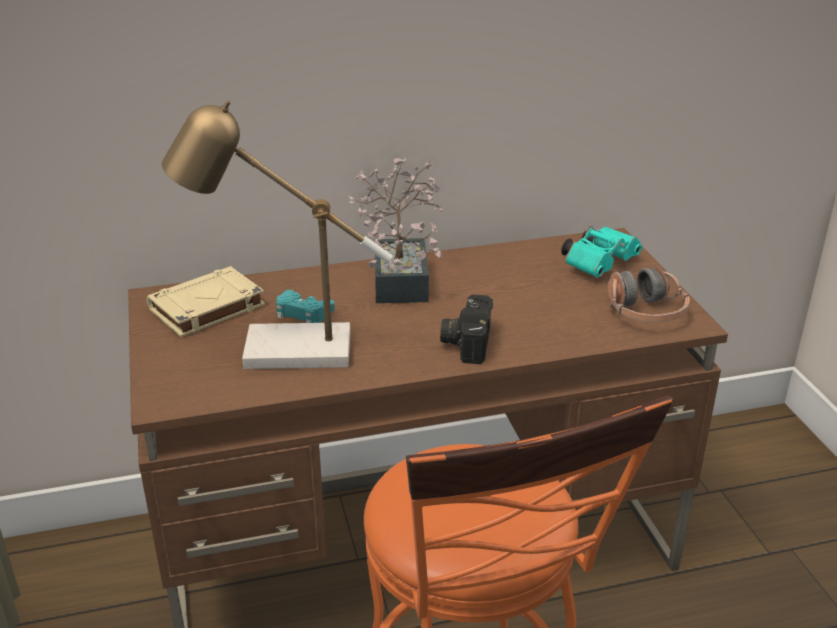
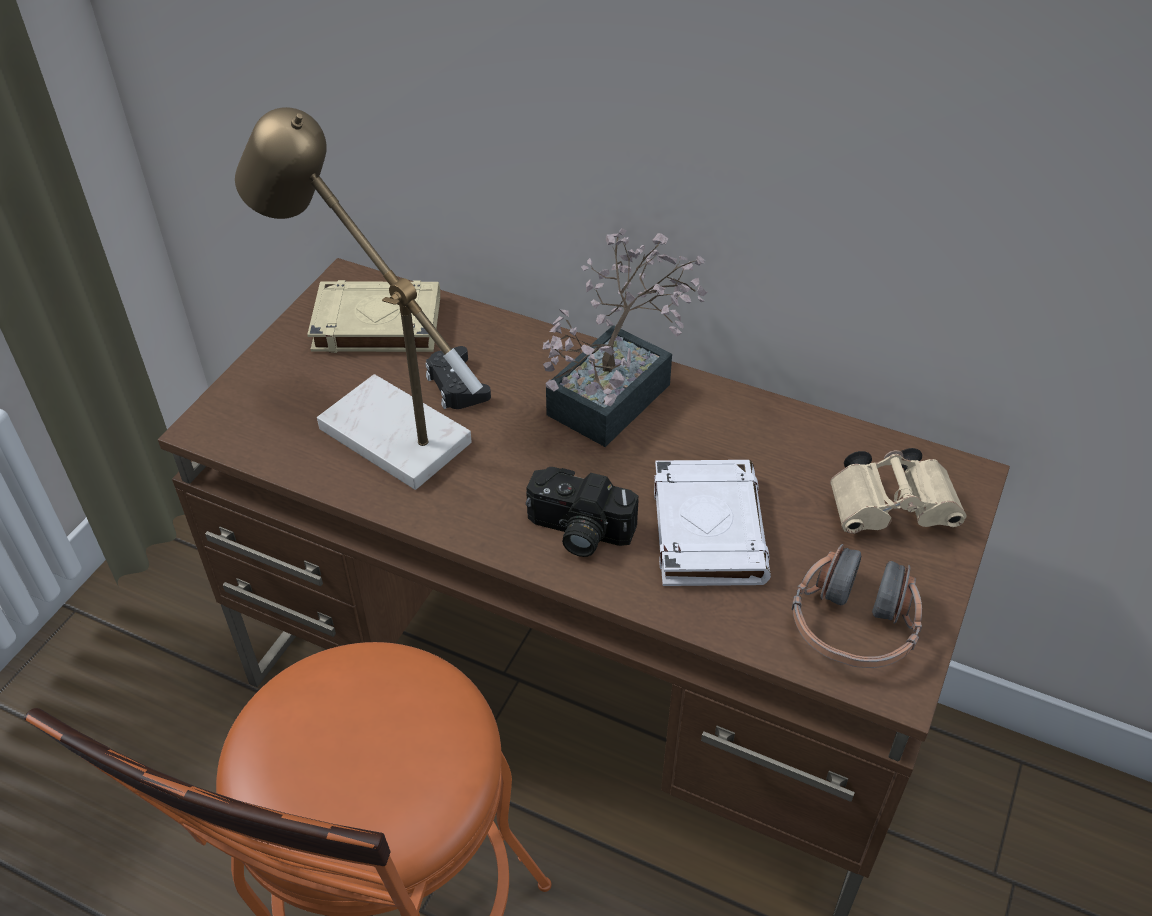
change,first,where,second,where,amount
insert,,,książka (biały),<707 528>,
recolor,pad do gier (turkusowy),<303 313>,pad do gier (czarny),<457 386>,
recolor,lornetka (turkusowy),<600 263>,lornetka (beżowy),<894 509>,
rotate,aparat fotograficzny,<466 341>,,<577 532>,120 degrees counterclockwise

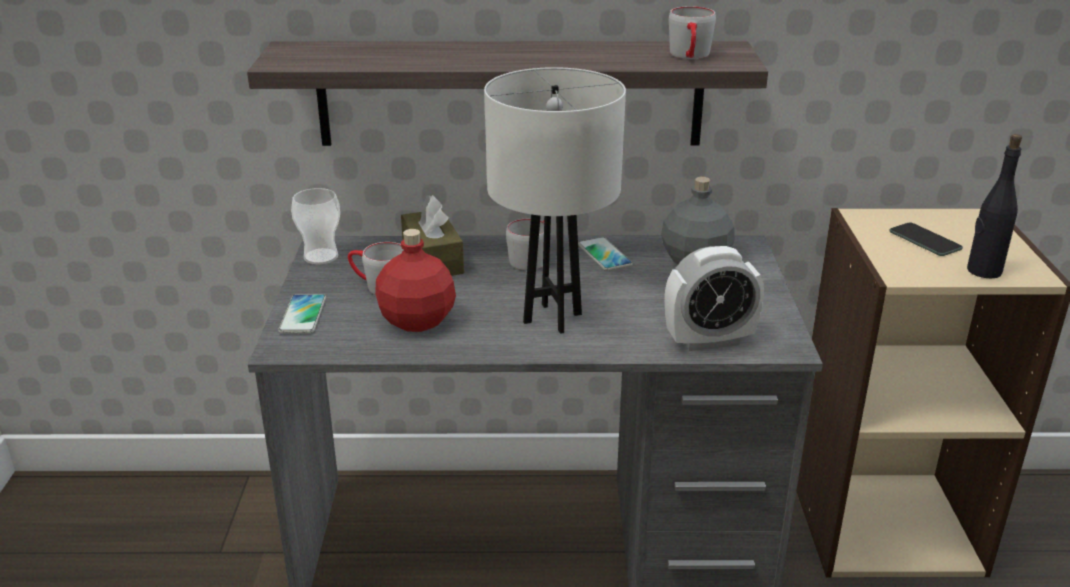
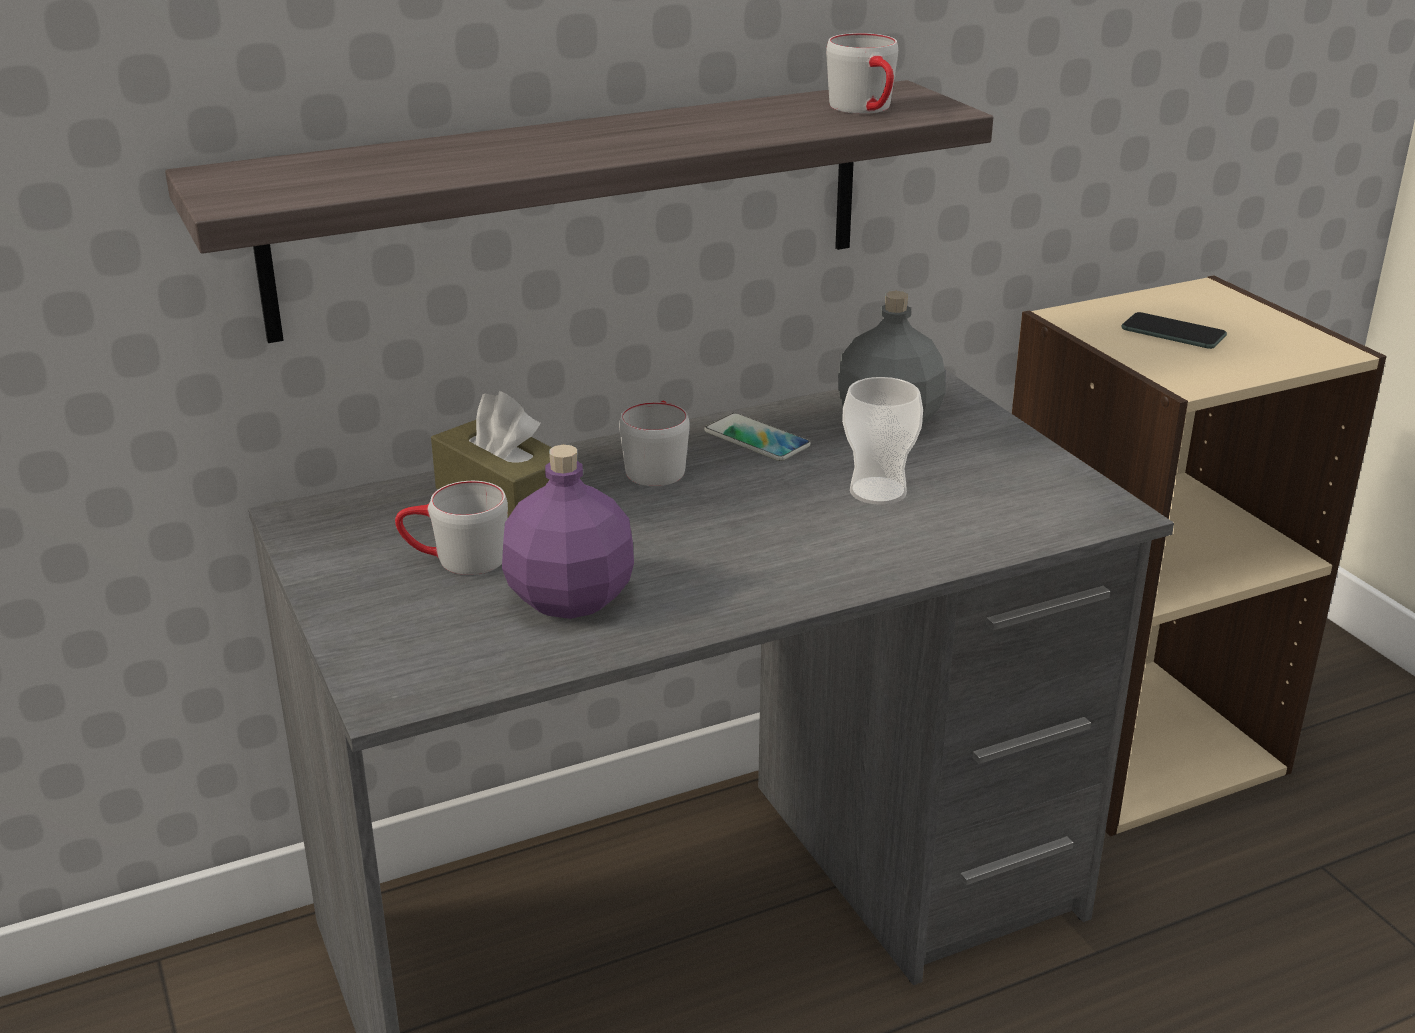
change,first,where,second,where,amount
delete,telefon,<303 315>,,,
delete,lampa stołowa (biały),<553 318>,,,
delete,budzik,<709 341>,,,
delete,butelka (czarny),<983 271>,,,
move,filiżanka,<321 257>,,<878 491>,
recolor,butelka (czerwony),<417 321>,butelka (fioletowy),<571 599>,

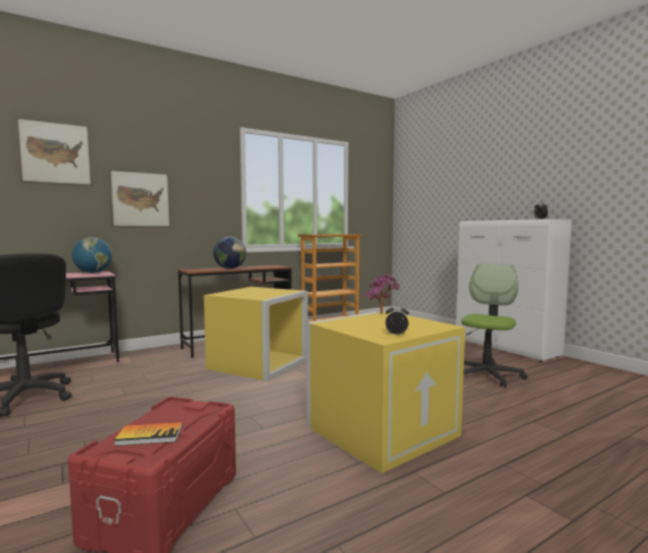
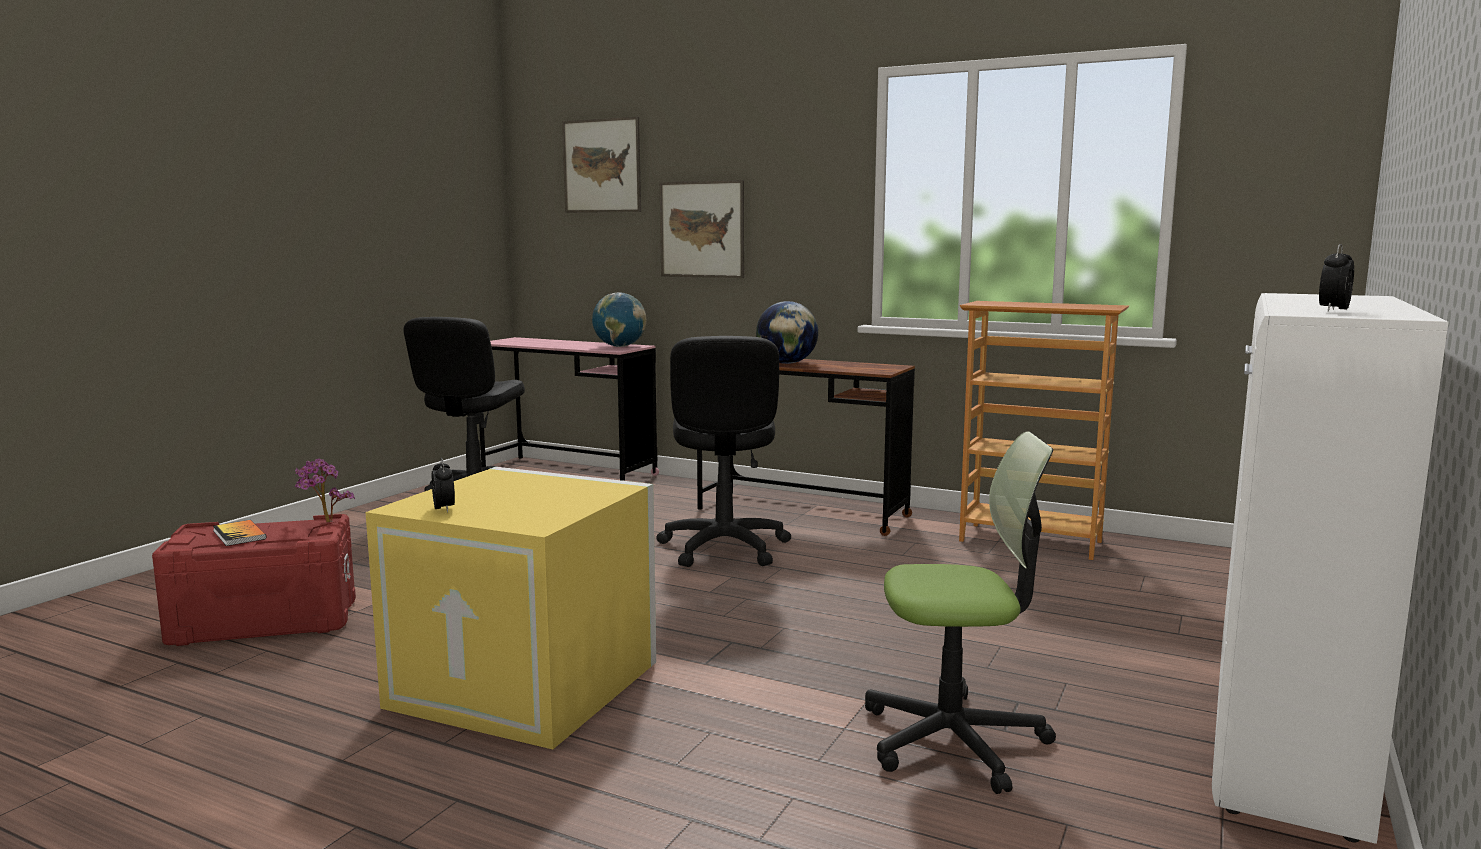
change,first,where,second,where,amount
move,roślina doniczkowa,<383 314>,,<324 523>,
replace,pojemnik do przechowywania (żółty),<258 364>,krzesło biurowe (czarny),<723 548>,

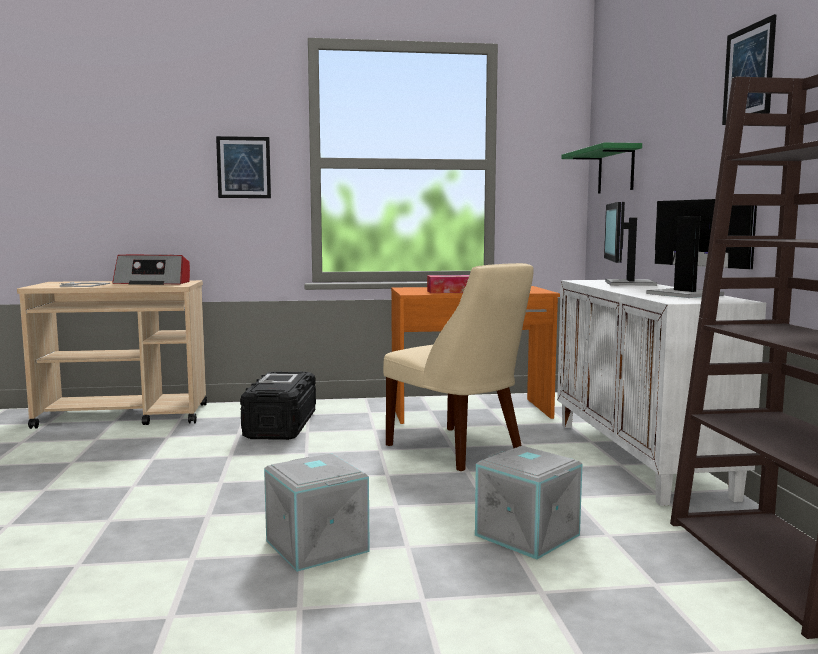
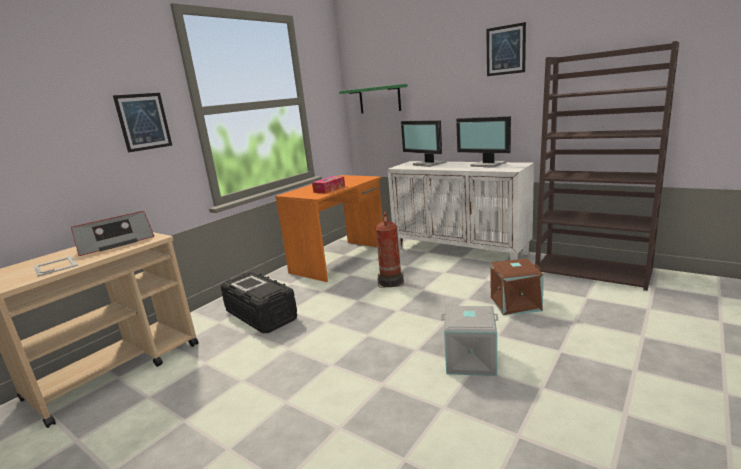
change,first,where,second,where,amount
replace,krzesło (beżowy),<458 450>,gaśnica,<391 282>,
recolor,pojemnik do przechowywania (szary),<529 535>,pojemnik do przechowywania (brązowy),<515 303>,
rotate,monitor,<685 294>,,<488 165>,150 degrees counterclockwise

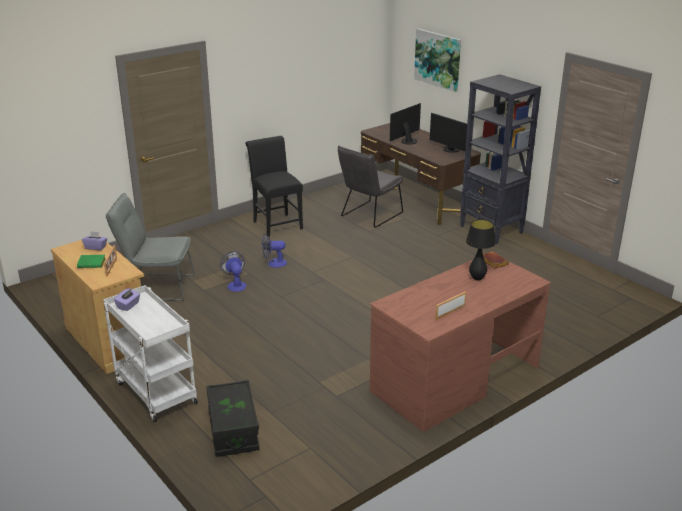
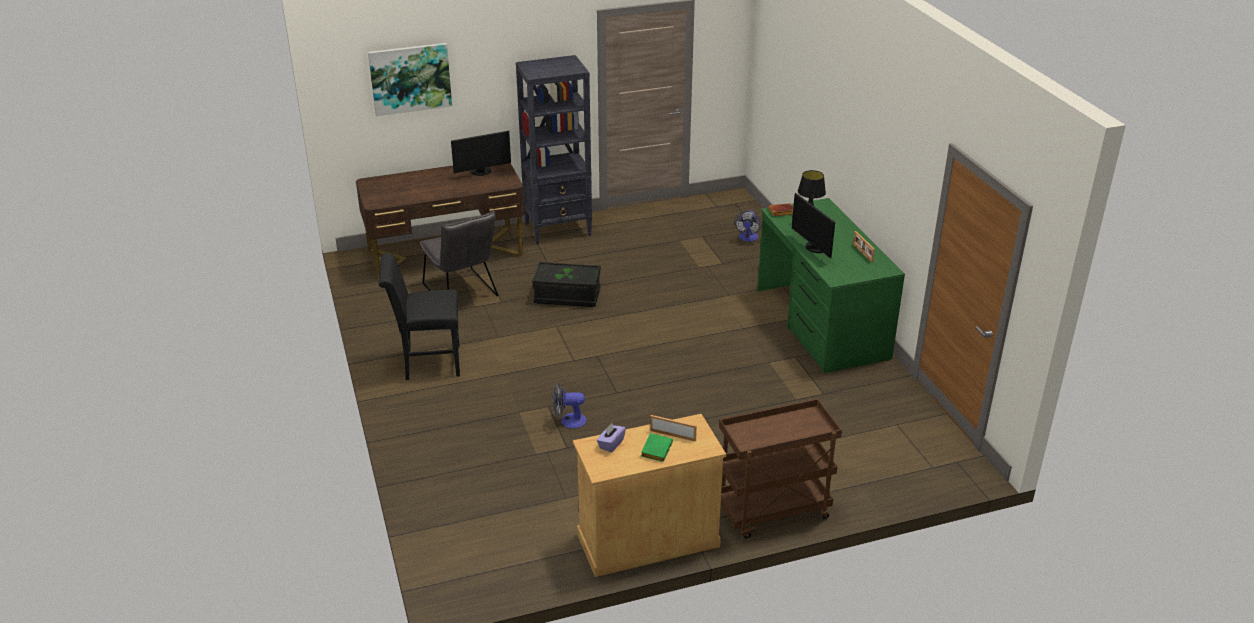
change,first,where,second,where,amount
delete,krzesło (szary),<156 286>,,,
delete,pudełko chusteczek (fioletowy),<128 305>,,,
move,pojemnik do przechowywania (czarny),<233 430>,,<567 296>,
move,wentylator,<273 263>,,<748 238>,
move,monitor,<407 141>,,<815 248>,
recolor,wózek (biały),<154 392>,wózek (brązowy),<772 512>,
recolor,biurko (brązowy),<454 379>,biurko (zielony),<821 323>,

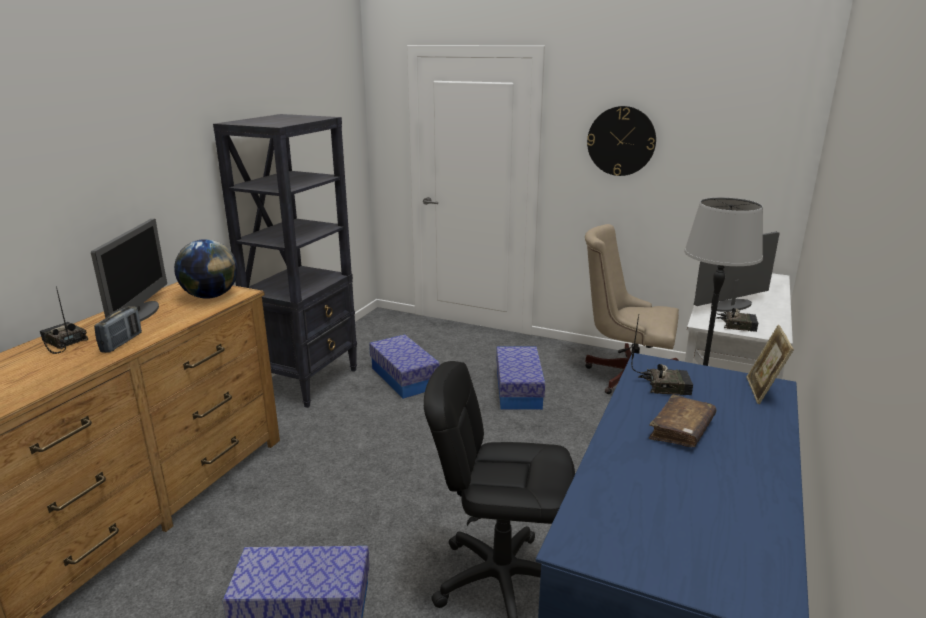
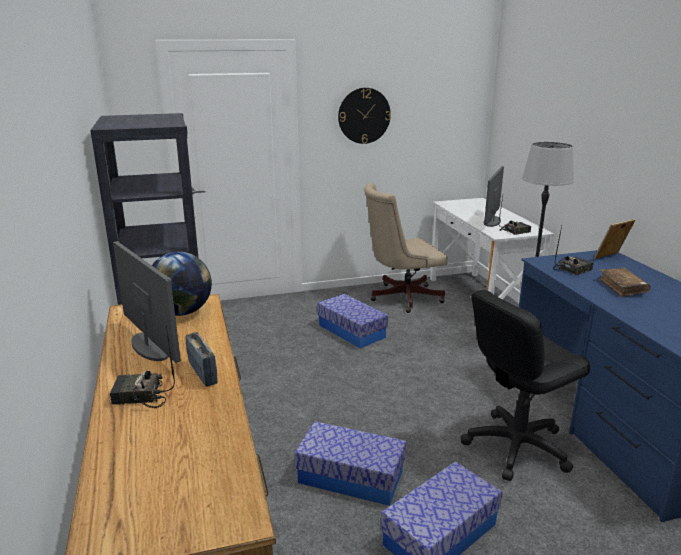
change,first,where,second,where,amount
move,pojemnik do przechowywania,<404 378>,,<350 477>,
rotate,ramka na zdjęcie,<763 391>,,<610 257>,90 degrees clockwise

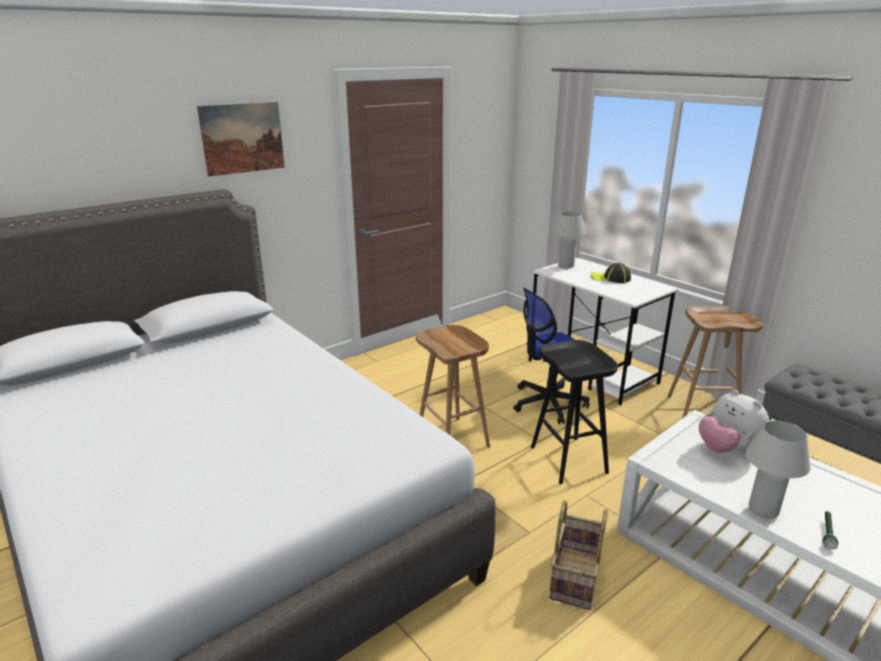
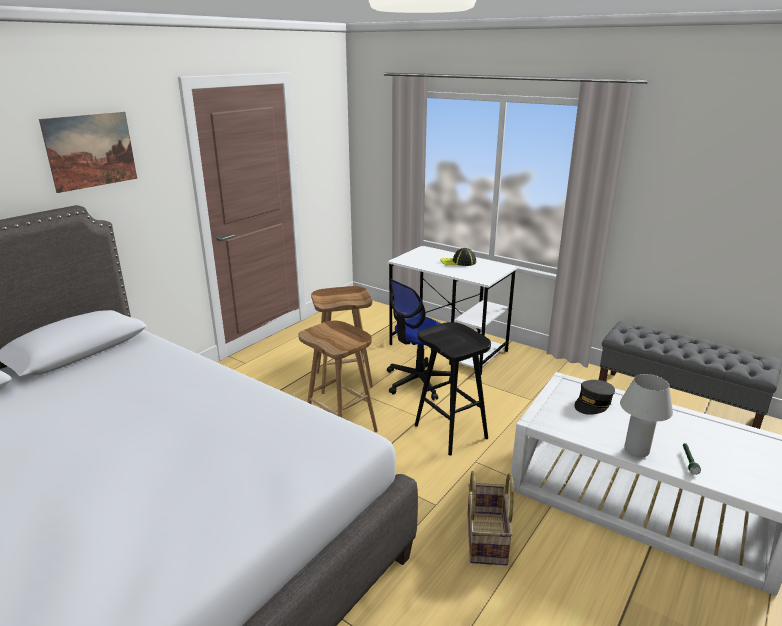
change,first,where,second,where,amount
delete,lampa stołowa (biały),<566 266>,,,
move,stołek (brązowy),<703 408>,,<344 379>,
replace,pluszak,<727 450>,czapka z daszkiem (szary),<593 403>,

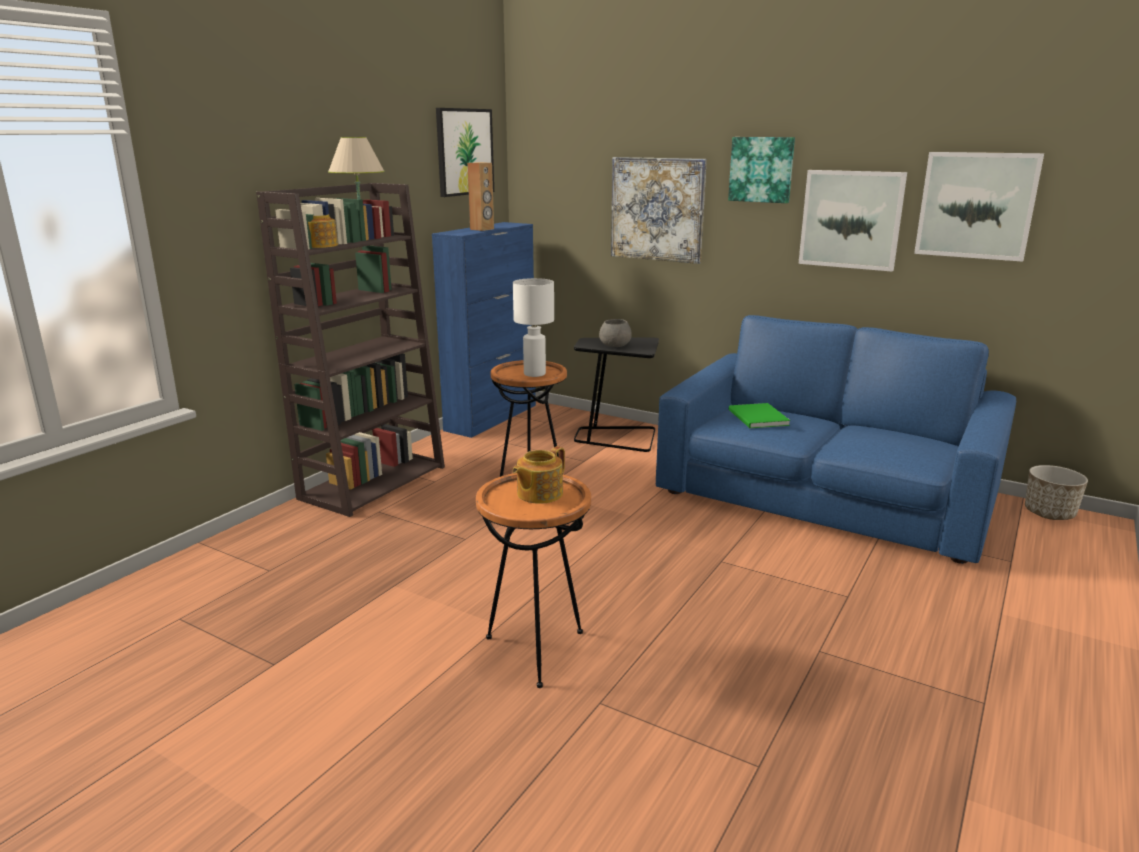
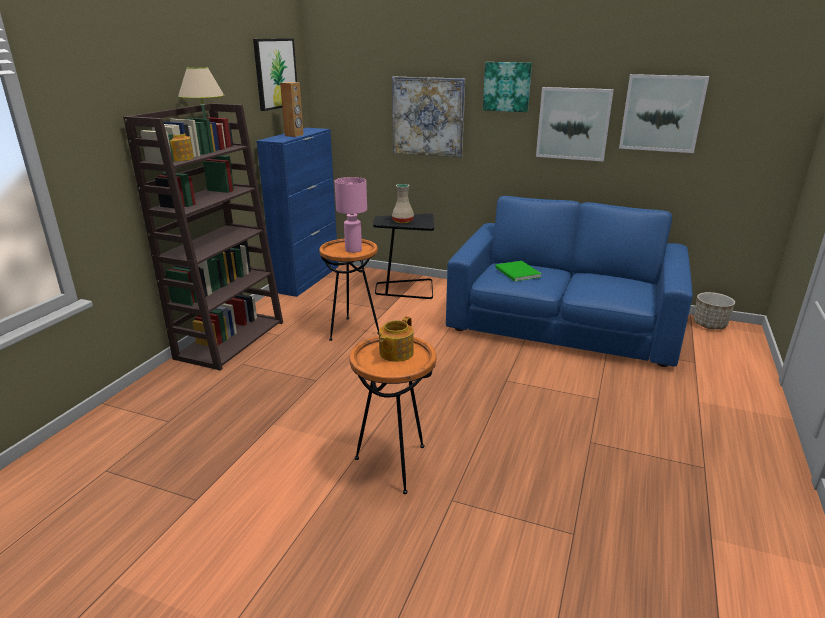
change,first,where,second,where,amount
replace,miska (szary),<615 345>,wazon (beżowy),<403 221>,
recolor,lampa stołowa (biały),<534 374>,lampa stołowa (różowy),<353 250>,

